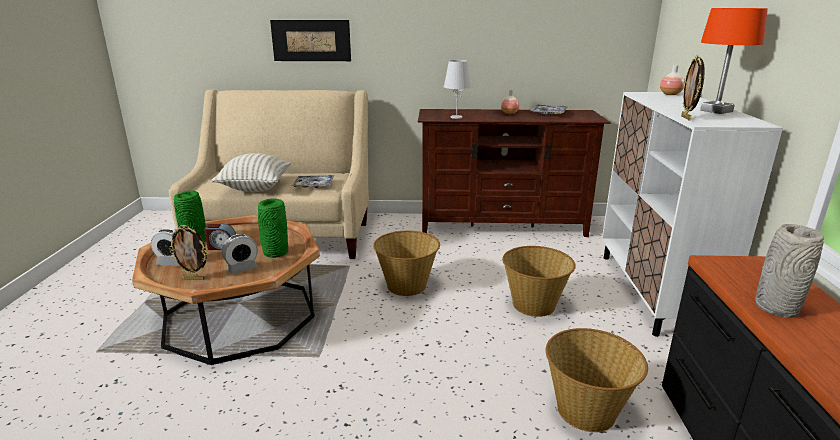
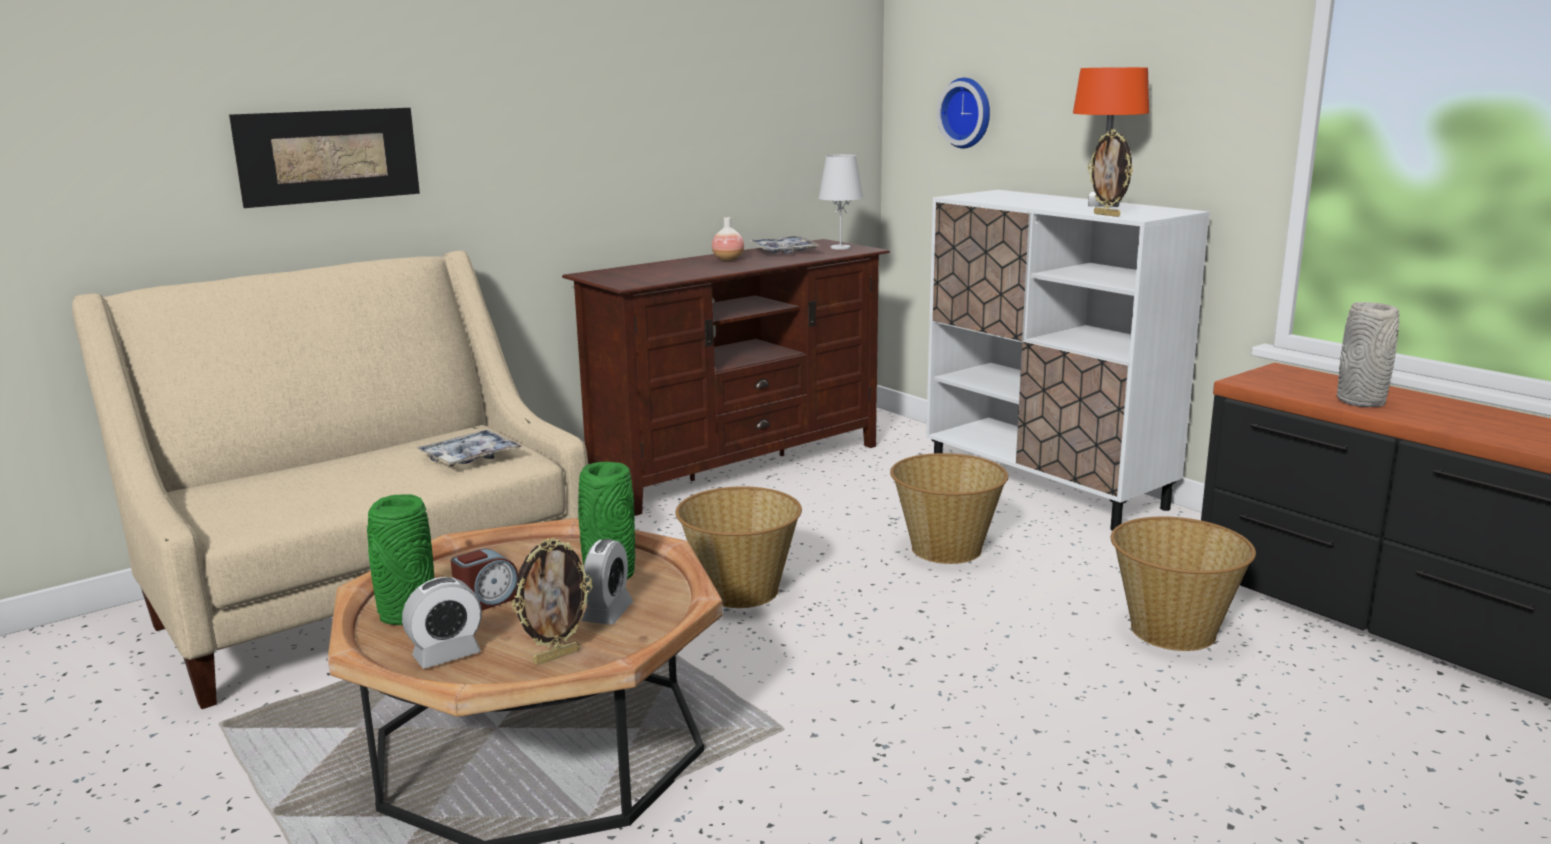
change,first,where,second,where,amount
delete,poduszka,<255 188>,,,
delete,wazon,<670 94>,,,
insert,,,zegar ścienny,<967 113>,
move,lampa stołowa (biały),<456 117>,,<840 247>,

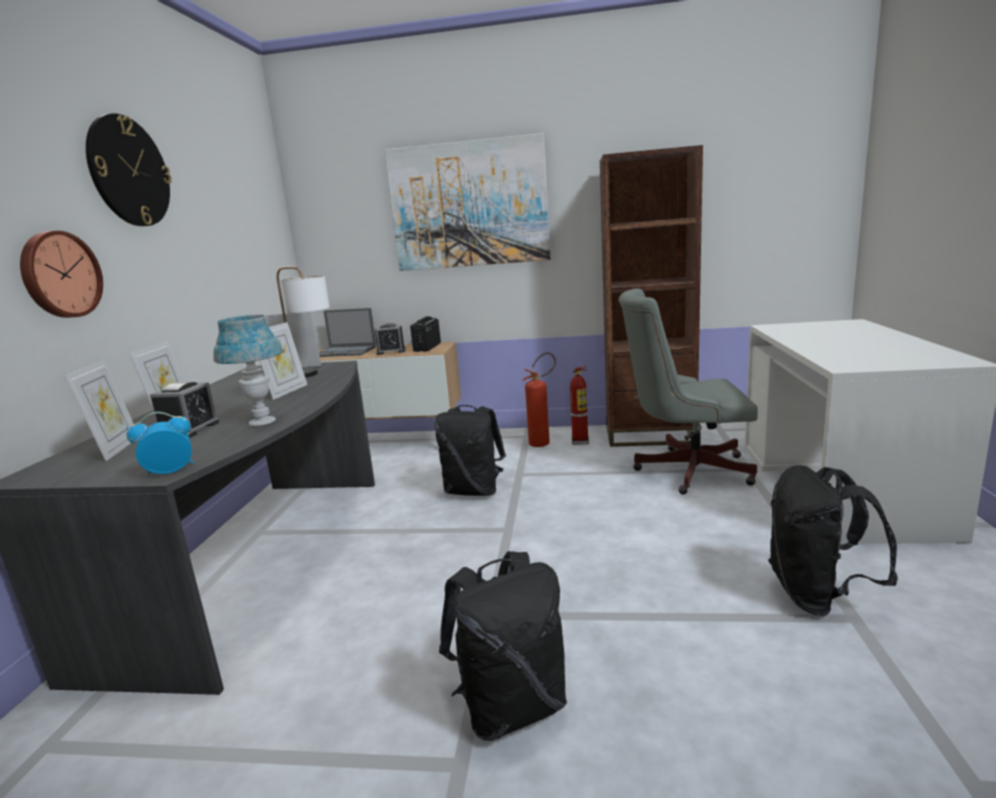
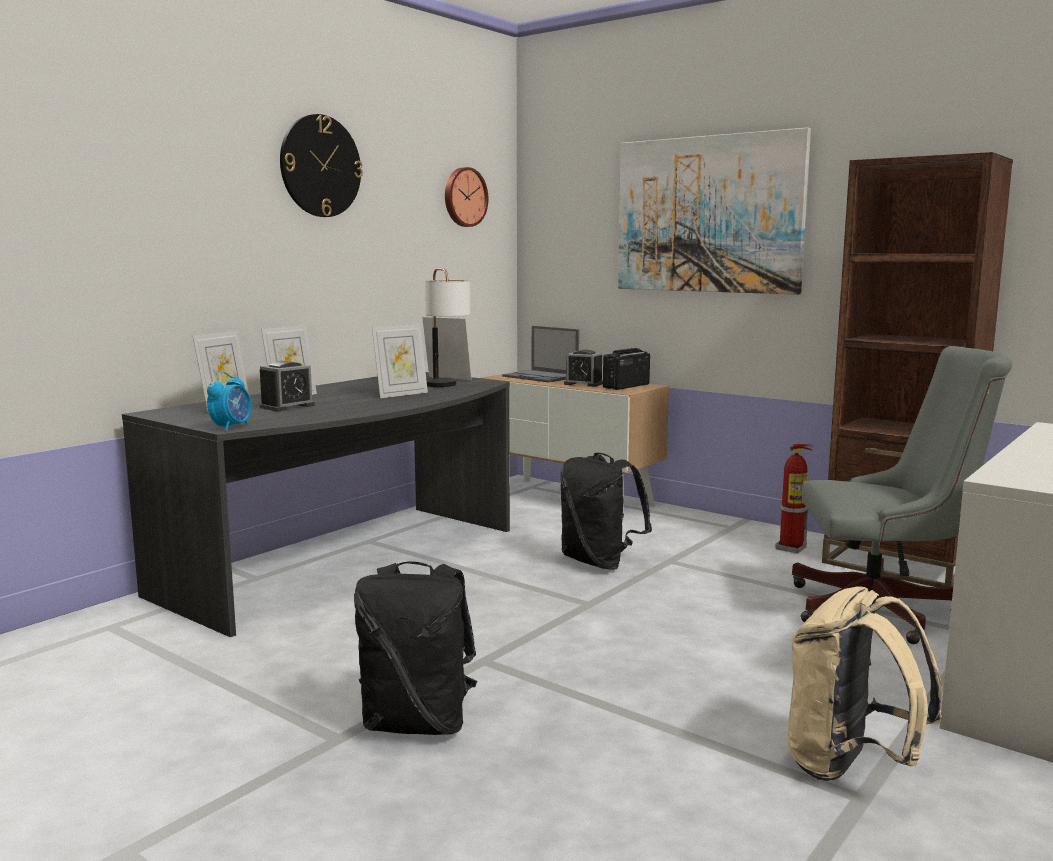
change,first,where,second,where,amount
delete,lampa stołowa (niebieski),<262 422>,,,
delete,gaśnica,<543 442>,,,
move,zegar ścienny,<59 275>,,<464 197>,
recolor,plecak (czarny),<817 596>,plecak (beżowy),<850 766>,
rotate,budzik,<170 471>,,<231 427>,105 degrees clockwise
rotate,krzesło biurowe (szary),<685 470>,,<884 611>,150 degrees clockwise

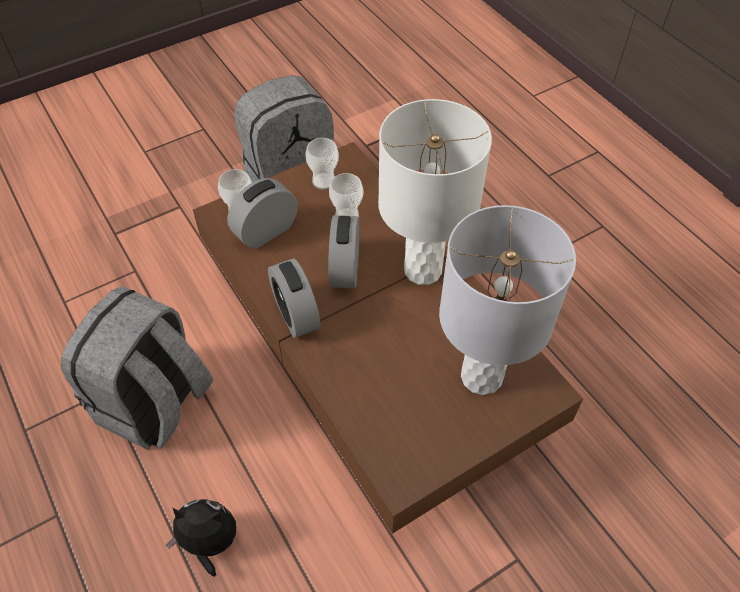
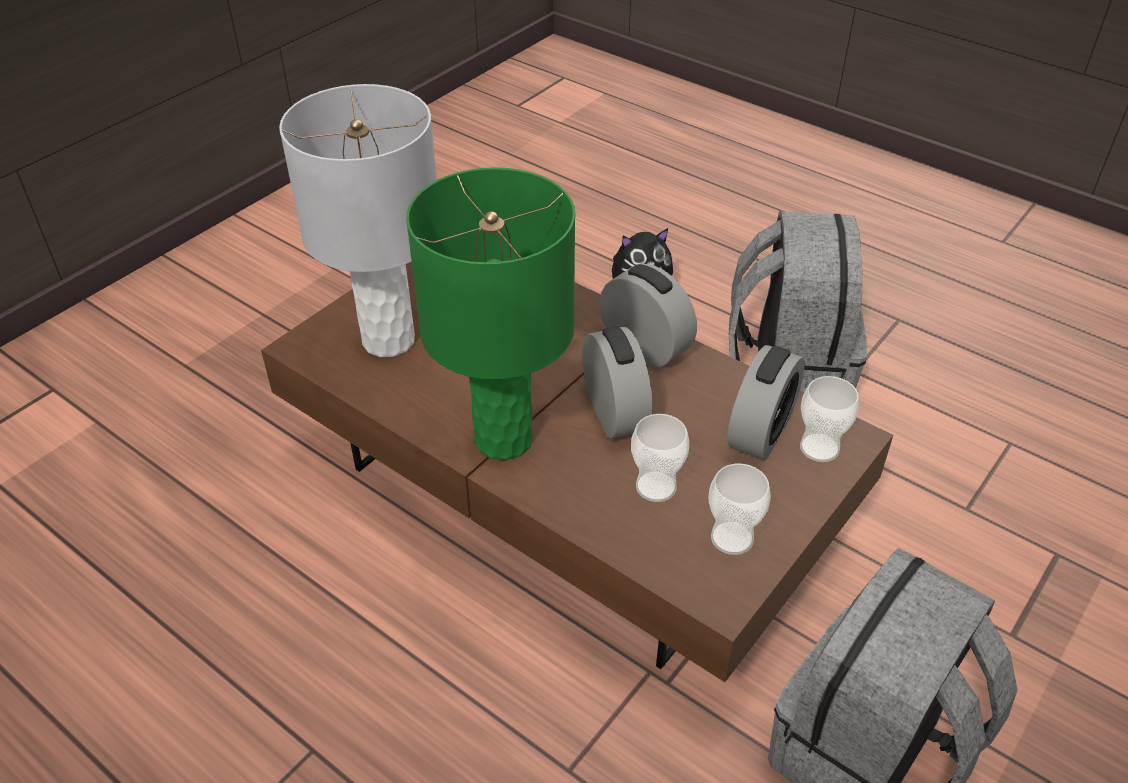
change,first,where,second,where,amount
recolor,lampa stołowa (biały),<422 270>,lampa stołowa (zielony),<504 440>,

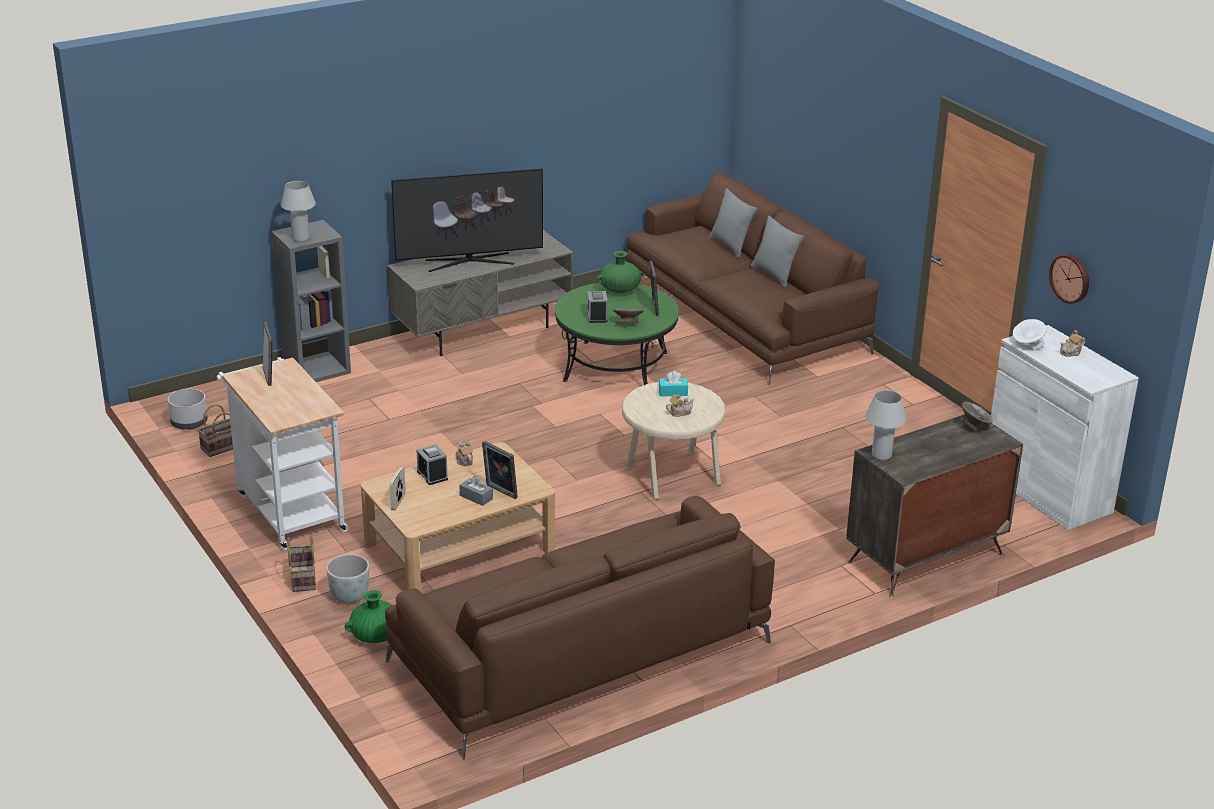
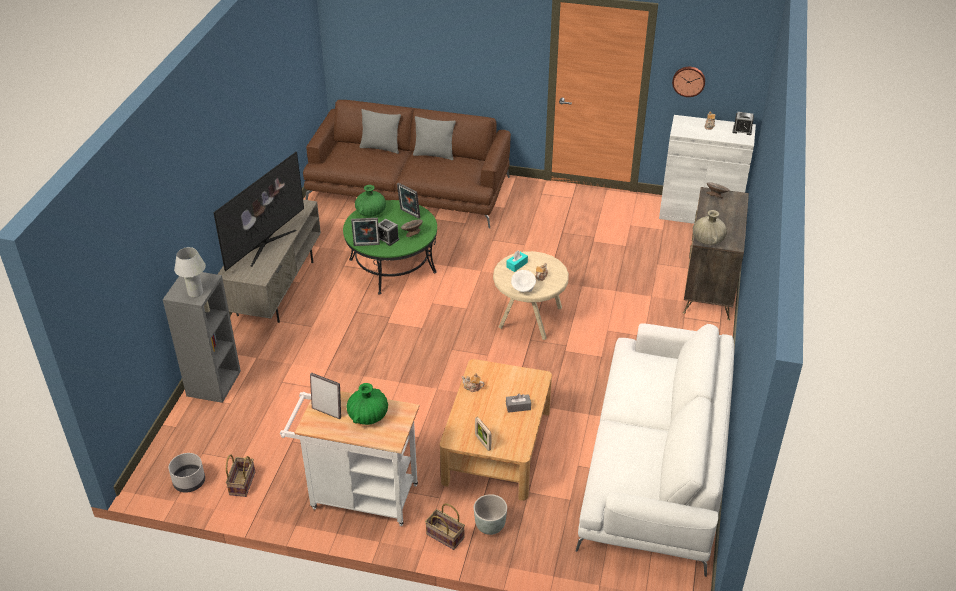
change,first,where,second,where,amount
move,wazon (zielony),<376 636>,,<368 416>,
move,budzik,<432 475>,,<742 130>,
move,ramka na zdjęcie,<500 492>,,<366 245>,
move,miska (biały),<1027 345>,,<523 289>,
replace,lampa stołowa (biały),<881 455>,wazon (beżowy),<708 240>,
recolor,kanapa (brązowy),<580 653>,kanapa (biały),<656 463>,

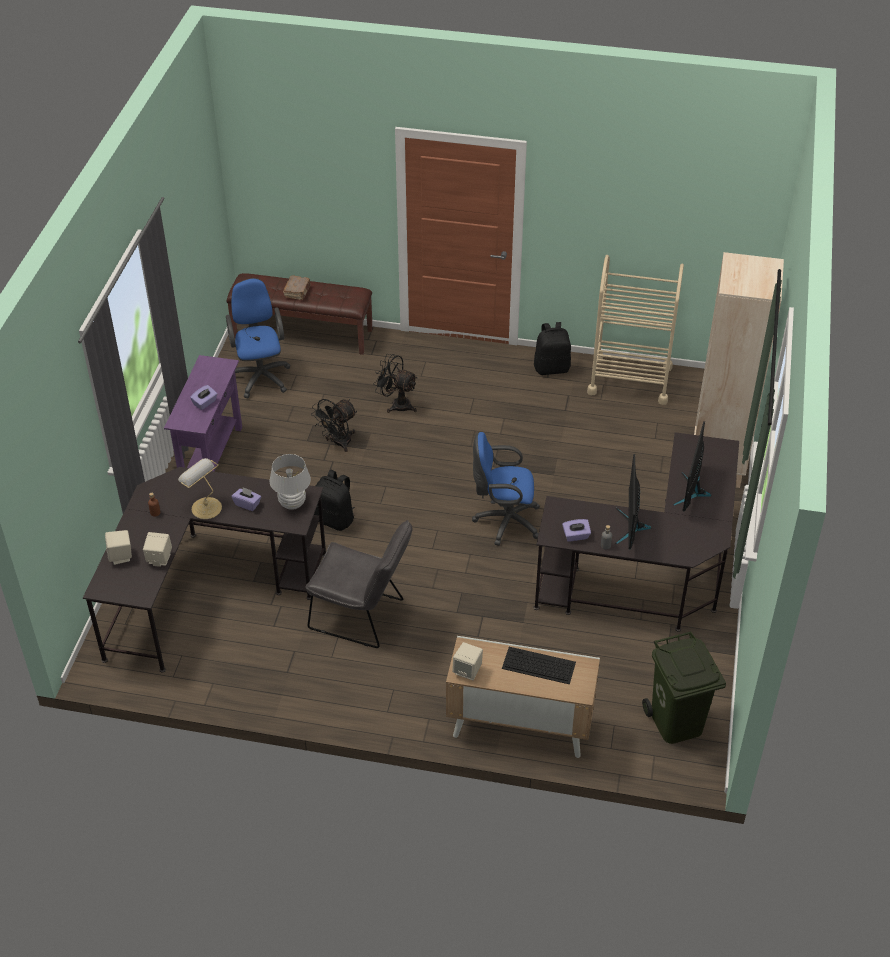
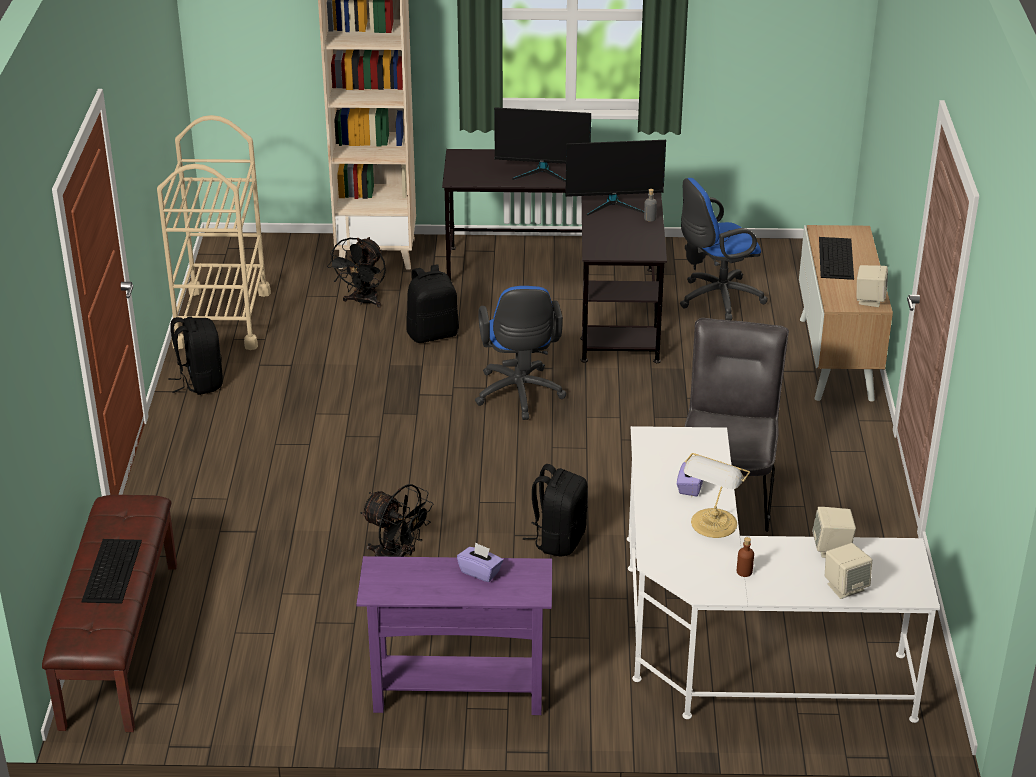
change,first,where,second,where,amount
delete,lampa stołowa (biały),<292 503>,,,
delete,pudełko chusteczek (fioletowy),<576 536>,,,
delete,kosz na śmieci (zielony),<675 722>,,,
insert,,,plecak (czarny),<433 333>,
move,krzesło biurowe (niebieski),<261 375>,,<716 299>,
move,wentylator (czarny),<396 404>,,<362 302>,
replace,książka (brązowy),<297 292>,klawiatura,<112 570>,
recolor,biurko (czarny),<204 587>,biurko (biały),<736 644>,

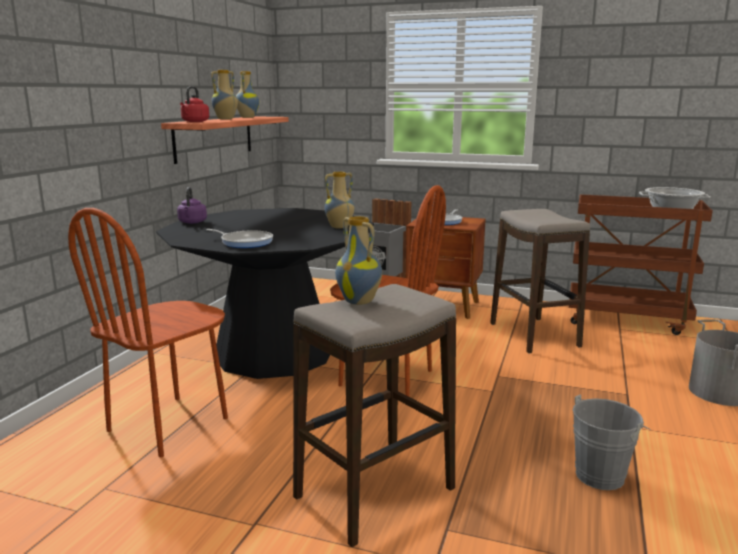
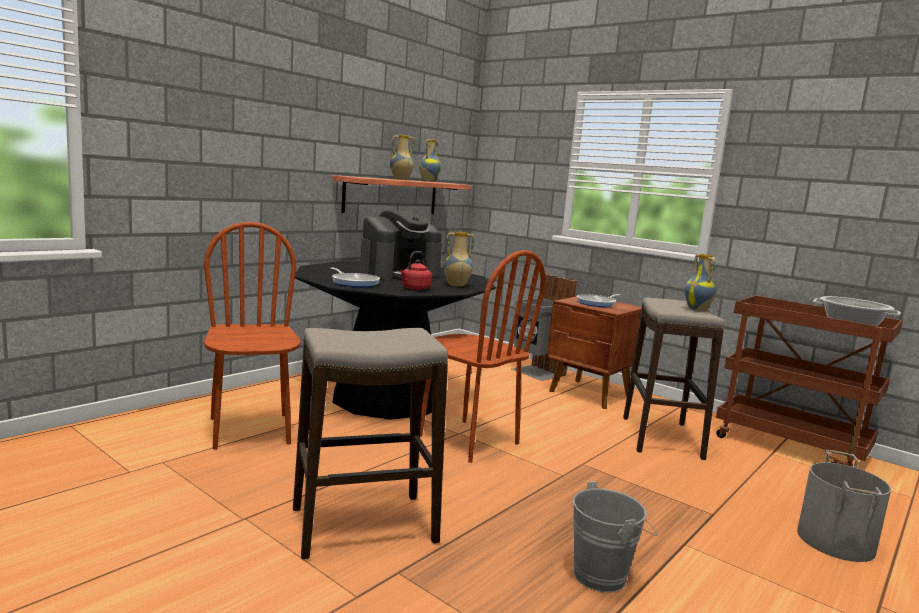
change,first,where,second,where,amount
delete,czajnik (fioletowy),<192 222>,,,
insert,,,ekspres do kawy,<399 274>,
move,czajnik (czerwony),<194 122>,,<414 288>,
move,wazon,<360 301>,,<698 309>,
rotate,krzesło (brązowy),<169 424>,,<250 430>,105 degrees clockwise

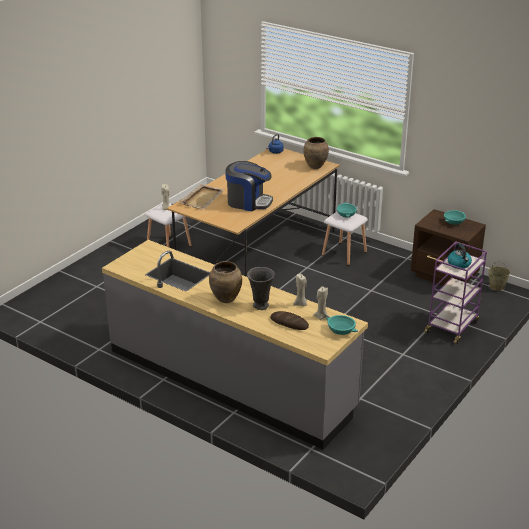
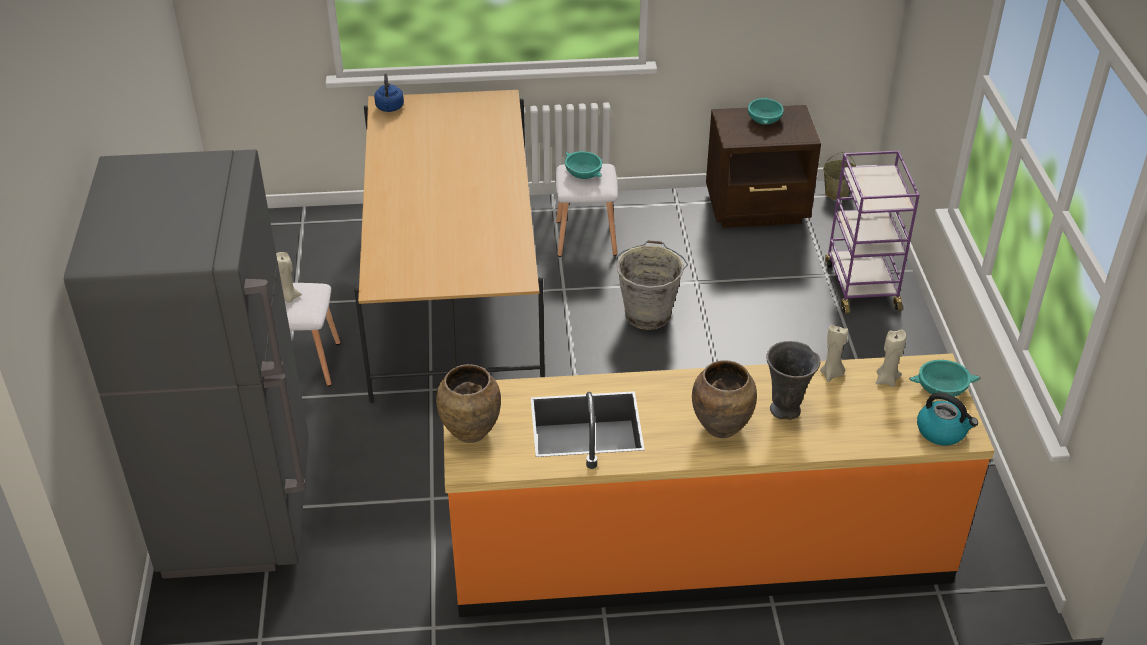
change,first,where,second,where,amount
delete,taca (beżowy),<202 198>,,,
delete,ekspres do kawy,<248 202>,,,
delete,chleb,<289 323>,,,
insert,,,lodówka (szary),<239 511>,
insert,,,wiadro (szary),<648 313>,
move,wazon (brązowy),<315 166>,,<470 432>,
move,czajnik,<459 264>,,<942 431>,
recolor,zabudowa kuchenna (szary),<230 379>,zabudowa kuchenna (pomarańczowy),<699 550>,

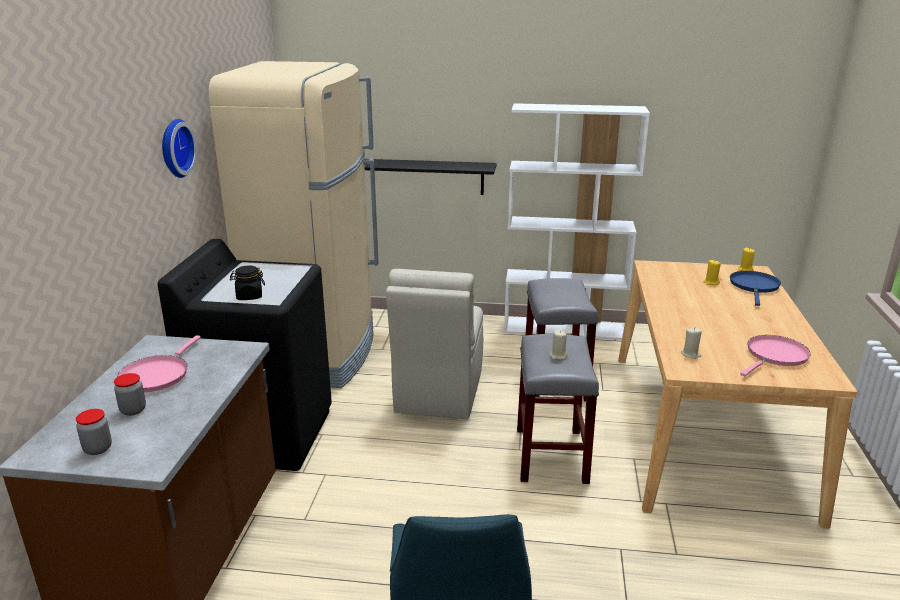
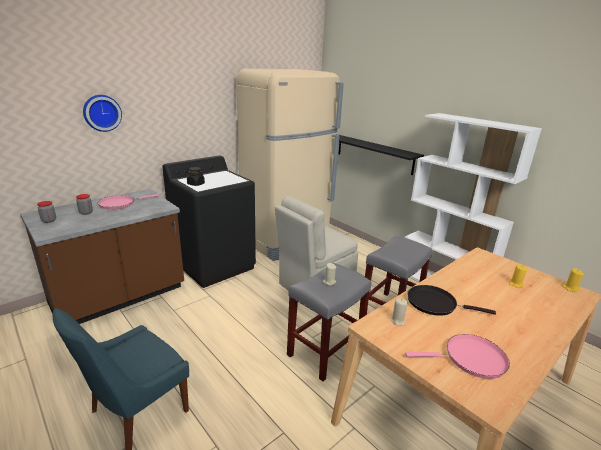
change,first,where,second,where,amount
delete,patelnia (niebieski),<754 286>,,,
insert,,,patelnia (czarny),<435 303>,
move,zegar ścienny,<174 148>,,<102 113>,

